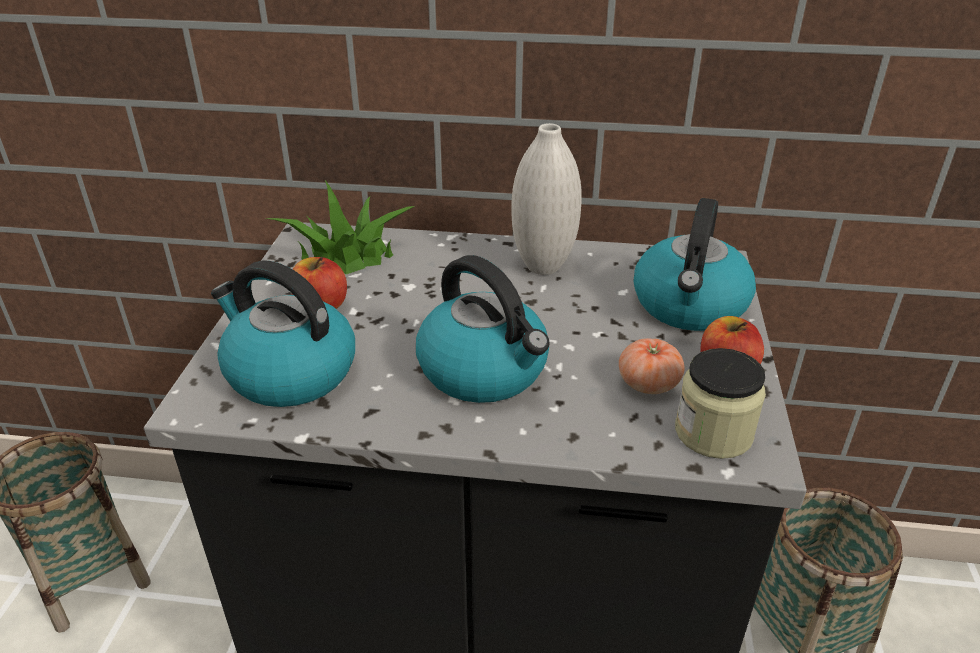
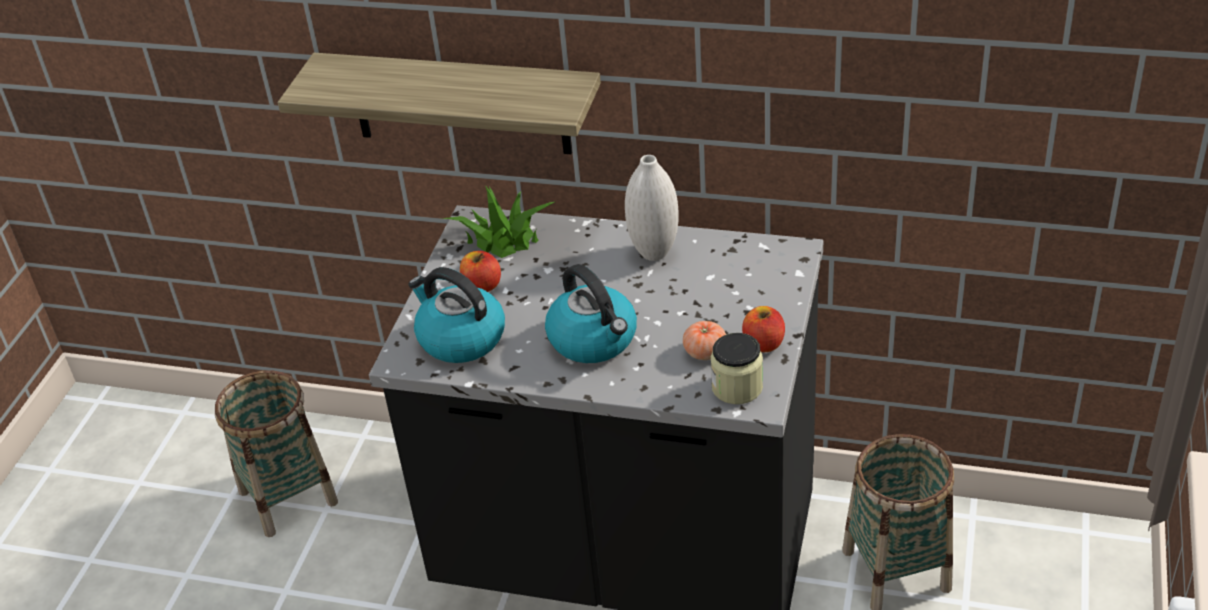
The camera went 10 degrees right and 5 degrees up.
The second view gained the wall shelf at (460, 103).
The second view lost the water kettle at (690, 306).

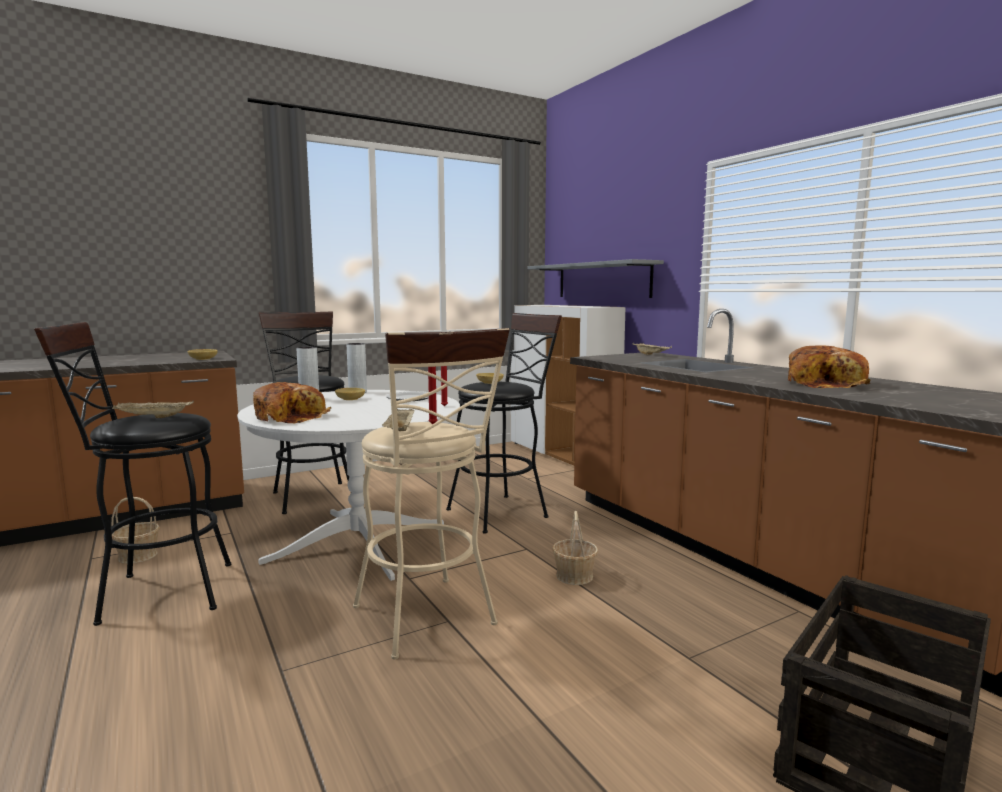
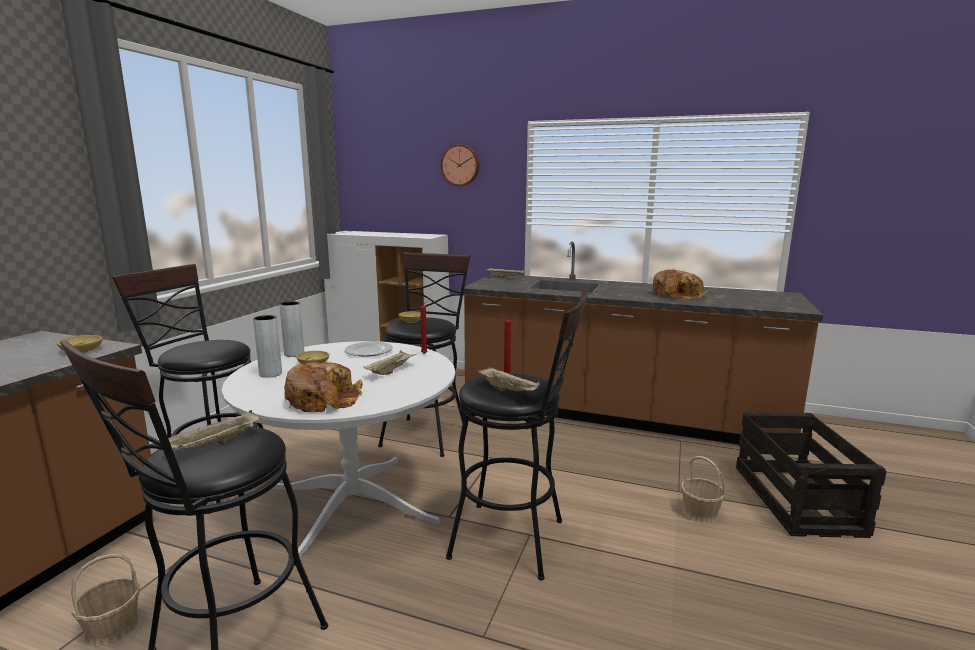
The camera went 40 degrees left and 5 degrees up.
The second view gained the sand-coloured tray at (391, 371).
The second view gained the hanging clock at (460, 165).
What was the sand-coloured sitting stool at (429, 620) turned into the blackish sitting stool at (518, 540).
The basket ended up elsewhere, having gone from (574, 576) to (700, 513).
The second view lost the grey wall shelf at (602, 280).

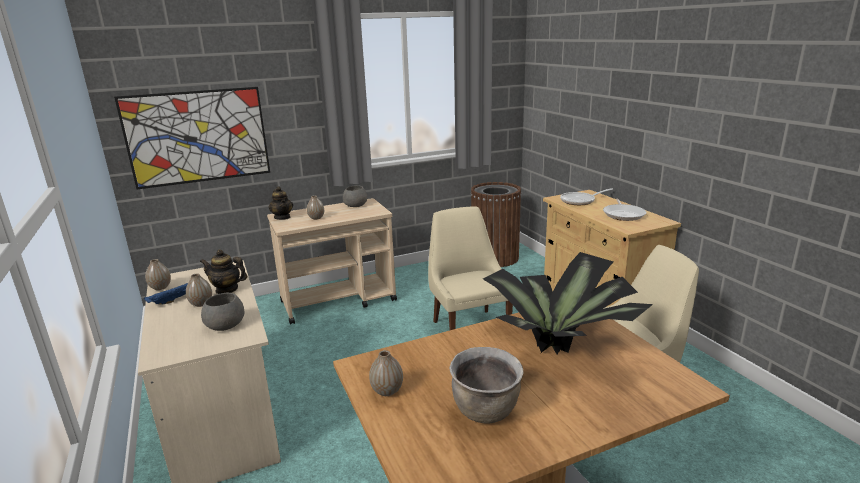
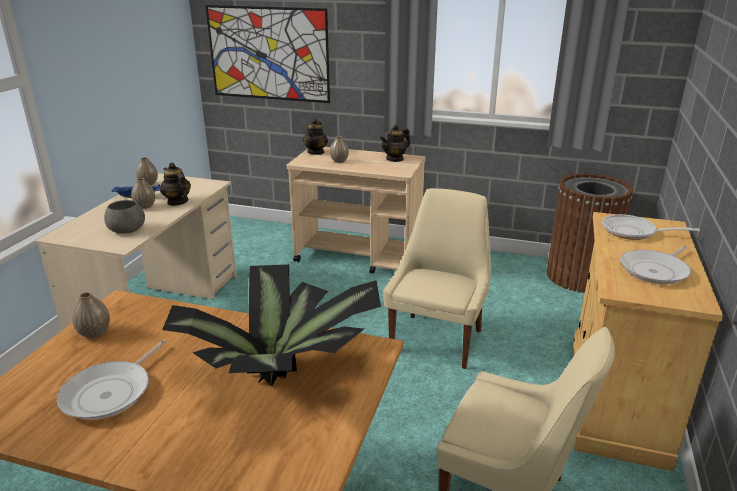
The camera went 40 degrees right and 5 degrees up.
Where the brown saucepot stood at (486, 411), the pan came to stand at (111, 392).
Where the grey bowl stood at (355, 205), the pot for tea came to stand at (395, 159).

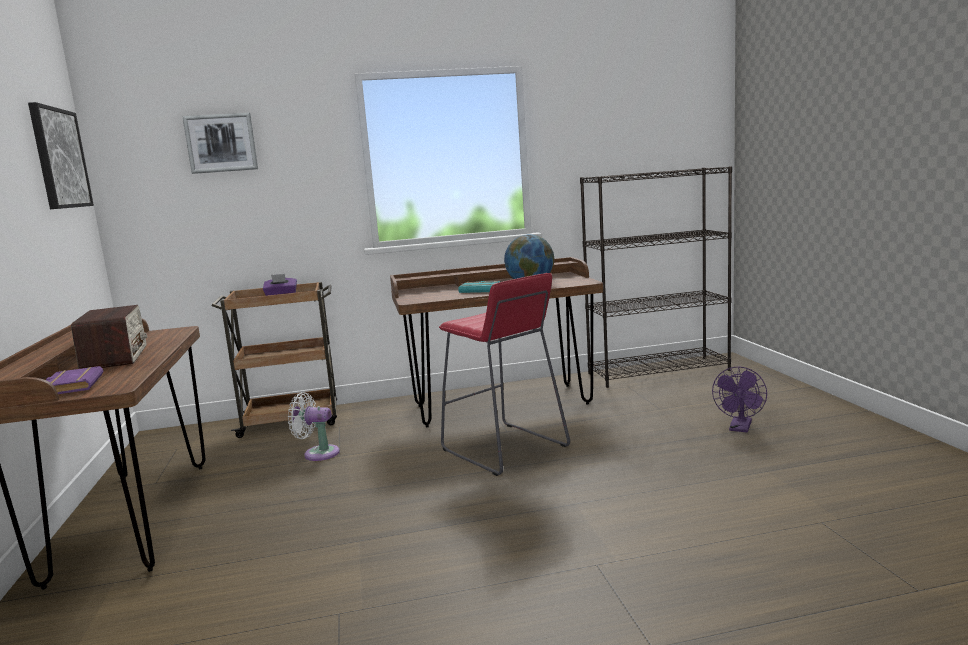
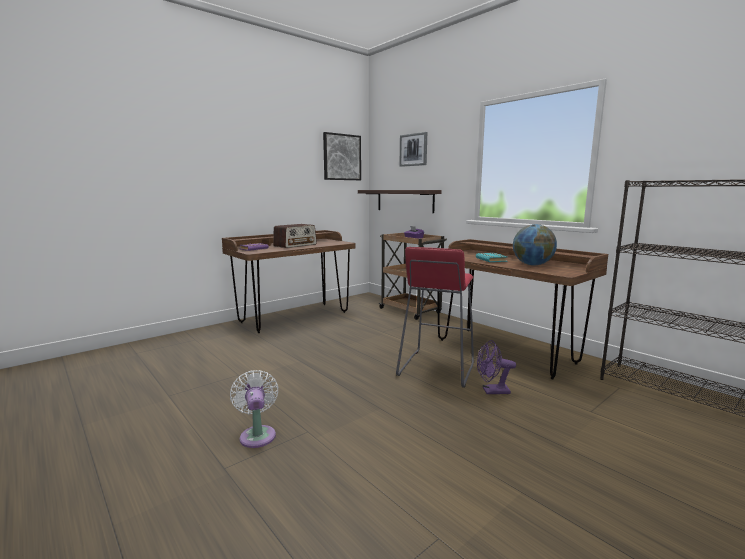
The camera went 60 degrees right and 0 degrees up.
The white-coloured fan ended up elsewhere, having gone from (318, 453) to (257, 434).
The second view gained the wall shelf at (404, 200).
The purple-coloured fan ended up elsewhere, having gone from (740, 428) to (492, 391).

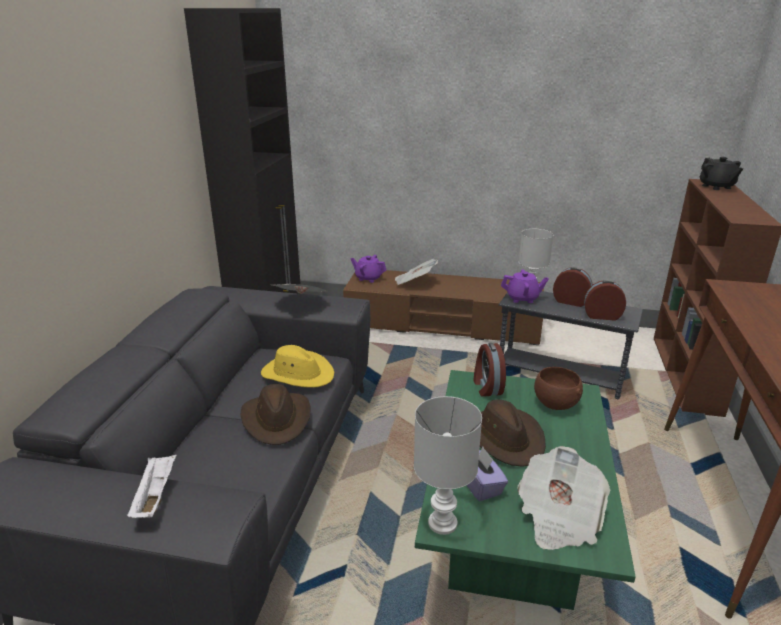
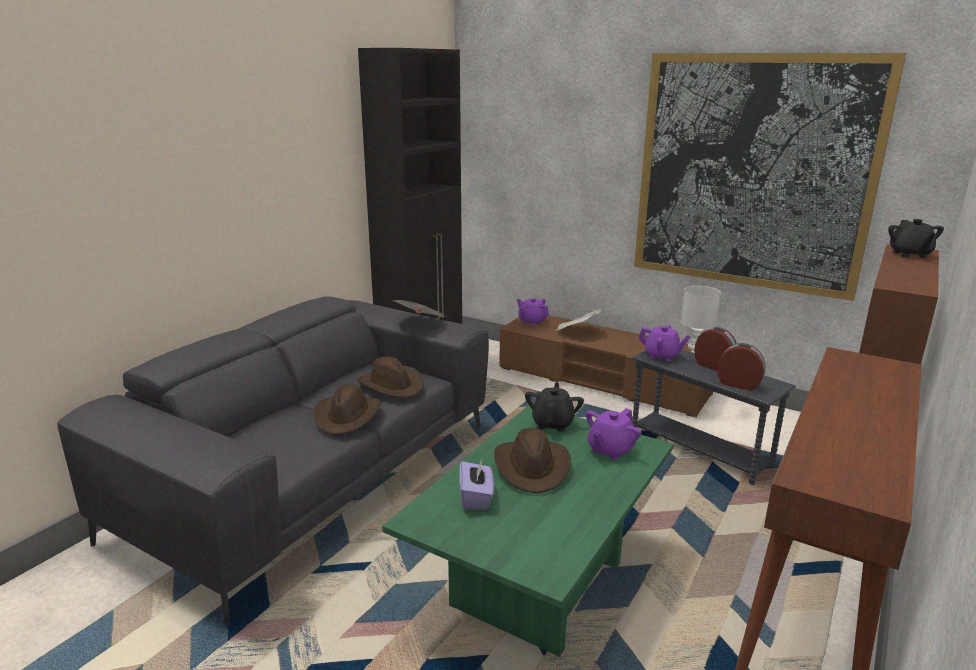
The camera went 20 degrees right and 5 degrees down.
What was the yellow wearable hat at (298, 374) turned into the brown wearable hat at (392, 385).
Where the alarm clock stood at (487, 387), the blackish pot for tea came to stand at (553, 423).
Where the brown bowl stood at (555, 404), the purple-coloured pot for tea came to stand at (610, 450).
The second view gained the wall art at (753, 173).
The second view lost the white-coloured tray at (155, 496).
The second view lost the white-coloured lamp for a table at (443, 522).
The second view lost the daily paper at (558, 517).

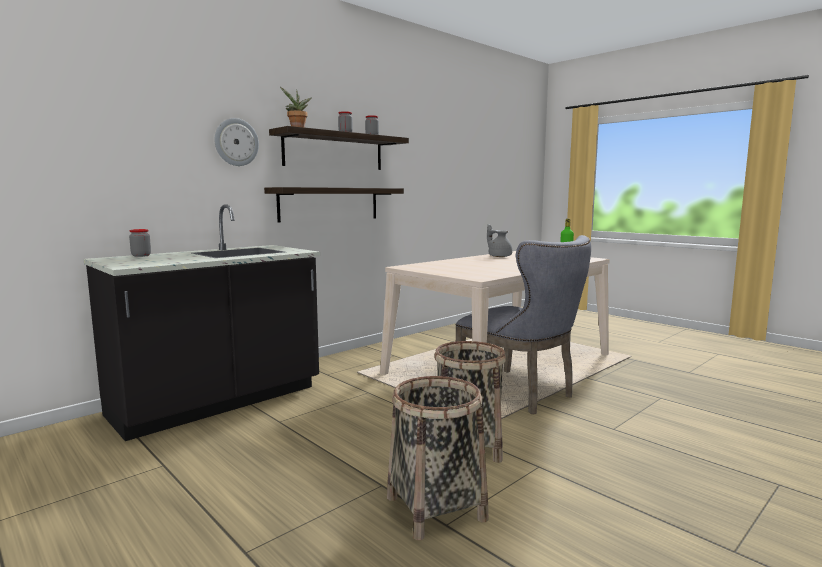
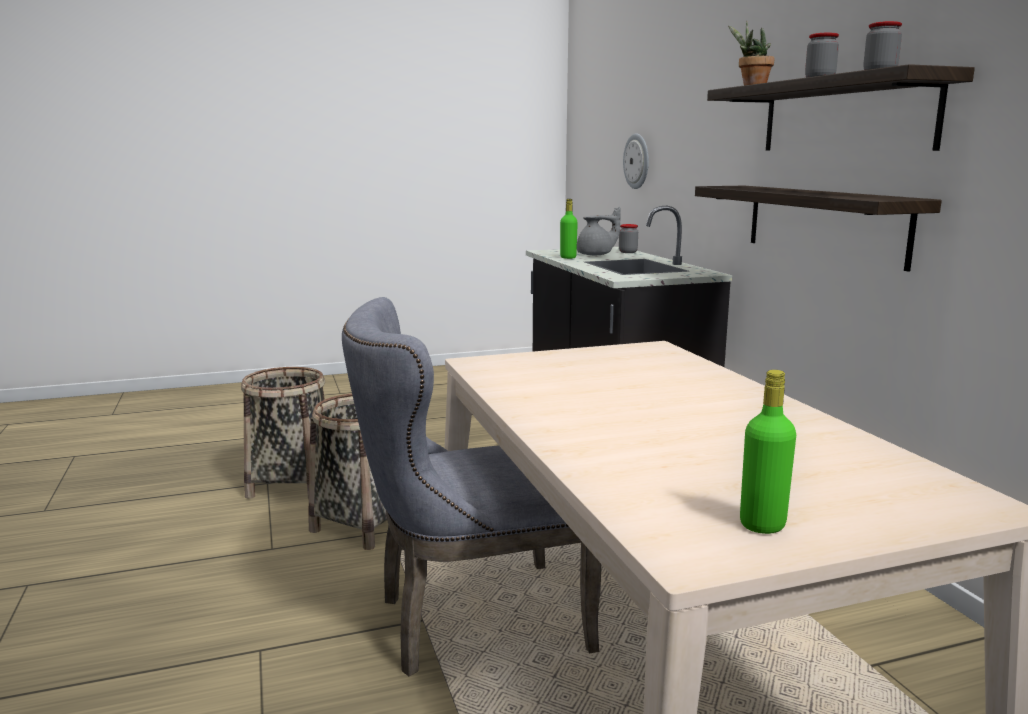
The camera went 115 degrees right and 5 degrees up.
The second view gained the green-coloured beverage bottle at (568, 257).
The grey pot for tea ended up elsewhere, having gone from (499, 256) to (596, 255).
The hanging clock ended up elsewhere, having gone from (236, 142) to (637, 161).

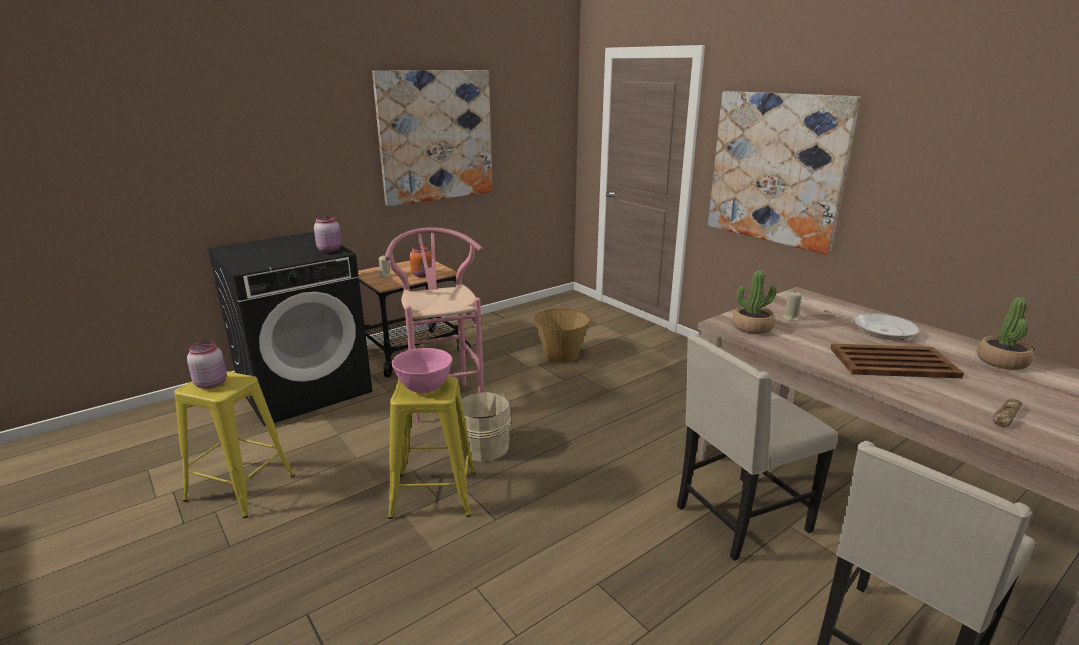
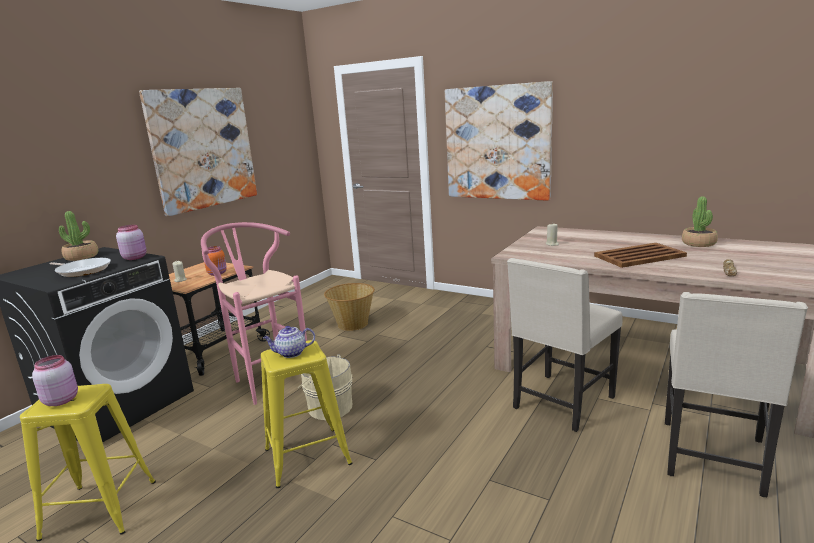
The camera went 20 degrees left and 5 degrees down.
The pan ended up elsewhere, having gone from (879, 330) to (82, 270).
The houseplant ended up elsewhere, having gone from (752, 327) to (82, 257).
Where the pink bowl stood at (424, 387), the pot for tea came to stand at (291, 353).

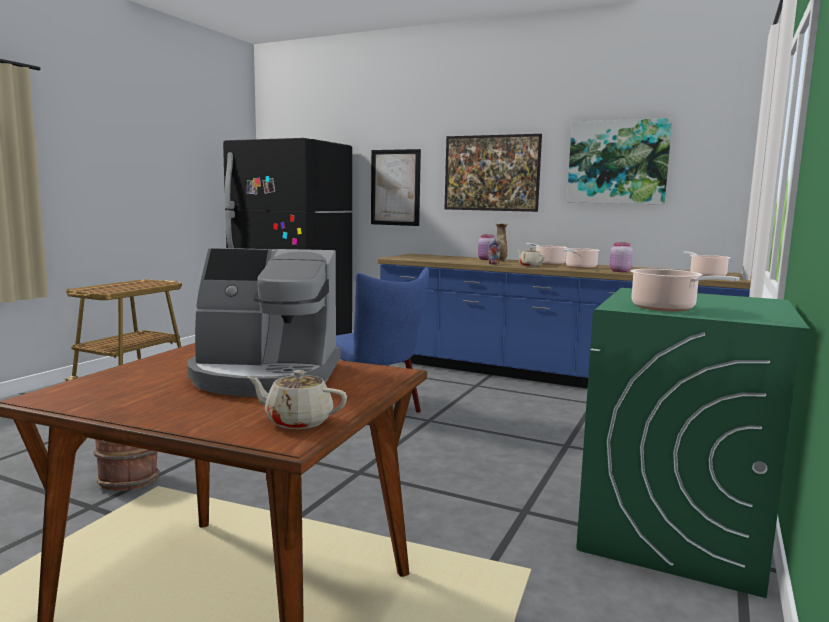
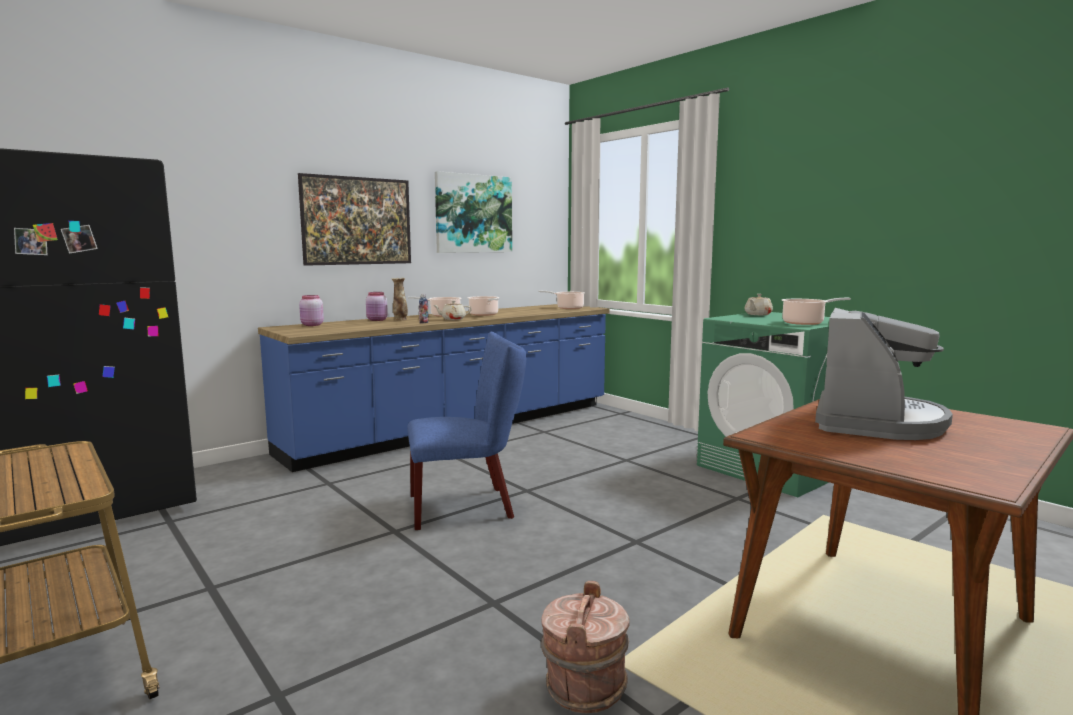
The camera went 65 degrees left and 0 degrees up.
The pink storage jar ended up elsewhere, having gone from (619, 271) to (311, 325).
The sand-coloured pot for tea ended up elsewhere, having gone from (297, 421) to (757, 314).
The second view lost the wall art at (395, 187).

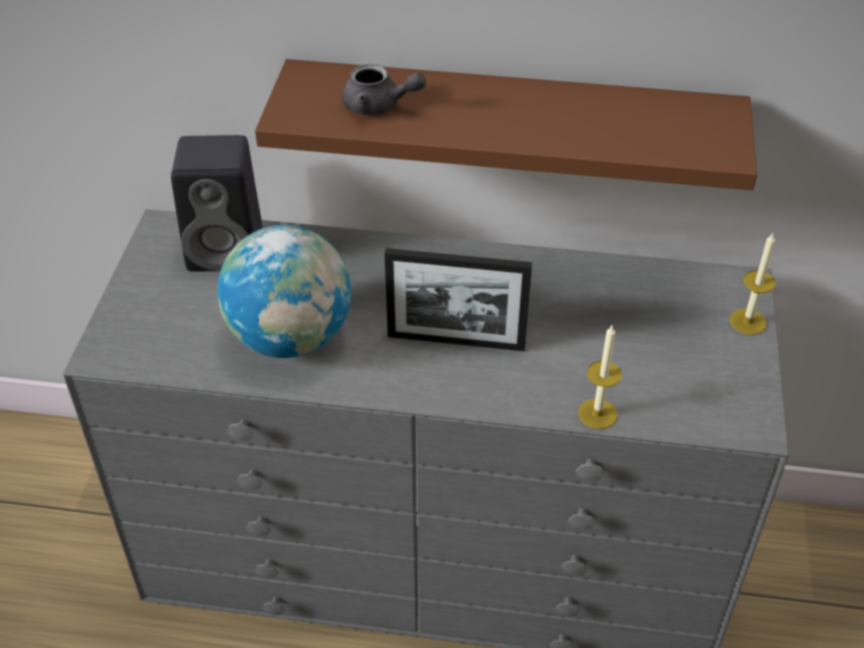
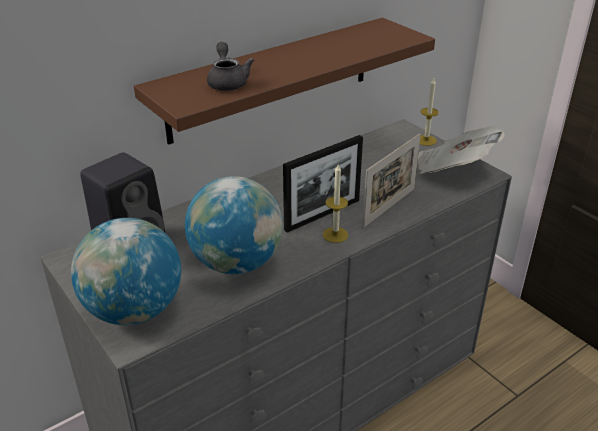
The camera went 45 degrees left and 10 degrees down.
The second view gained the world globe at (134, 310).
The grey pot for tea at (379, 106) ended up facing another way, 75 degrees counterclockwise from before.
The wax light ended up elsewhere, having gone from (597, 413) to (335, 235).
The second view gained the standing frame at (389, 207).
The second view gained the daily paper at (452, 169).

